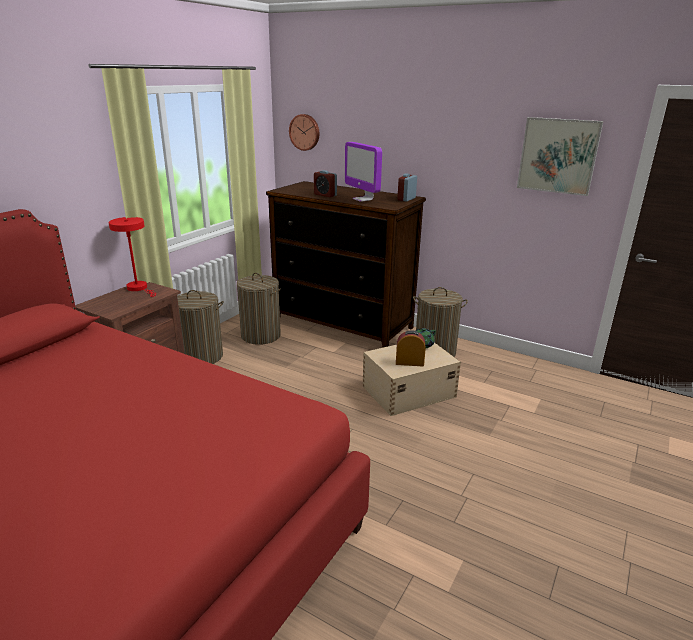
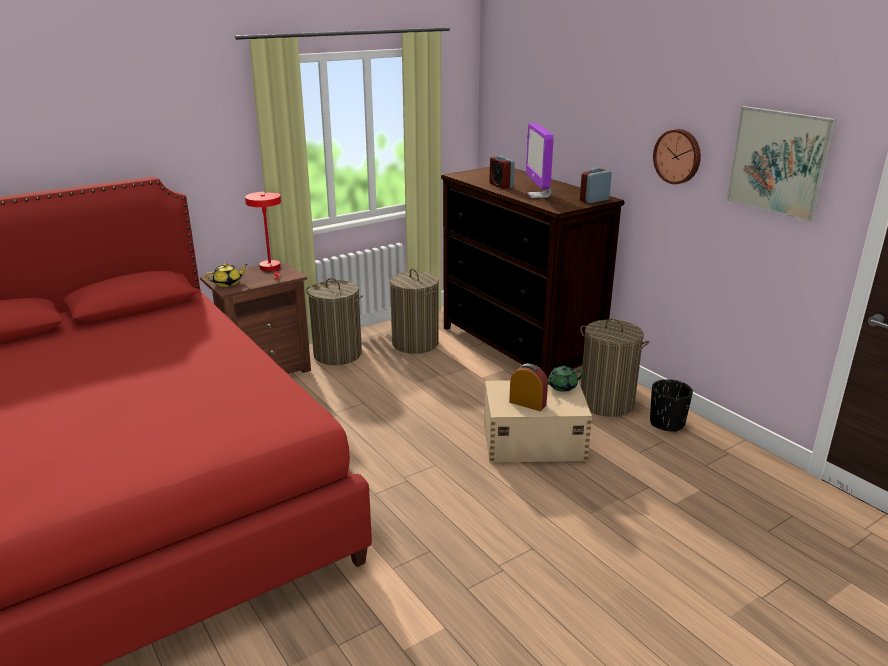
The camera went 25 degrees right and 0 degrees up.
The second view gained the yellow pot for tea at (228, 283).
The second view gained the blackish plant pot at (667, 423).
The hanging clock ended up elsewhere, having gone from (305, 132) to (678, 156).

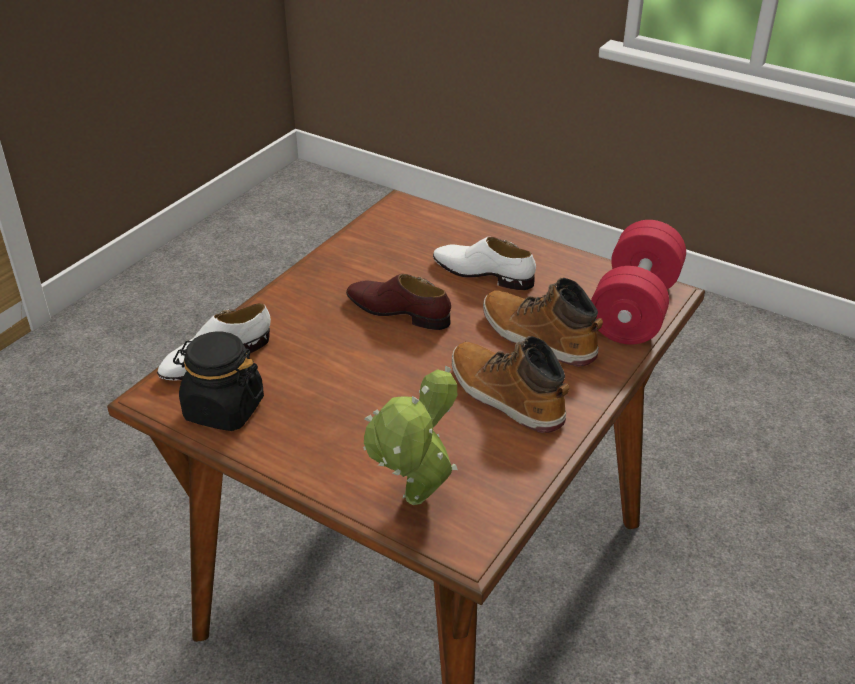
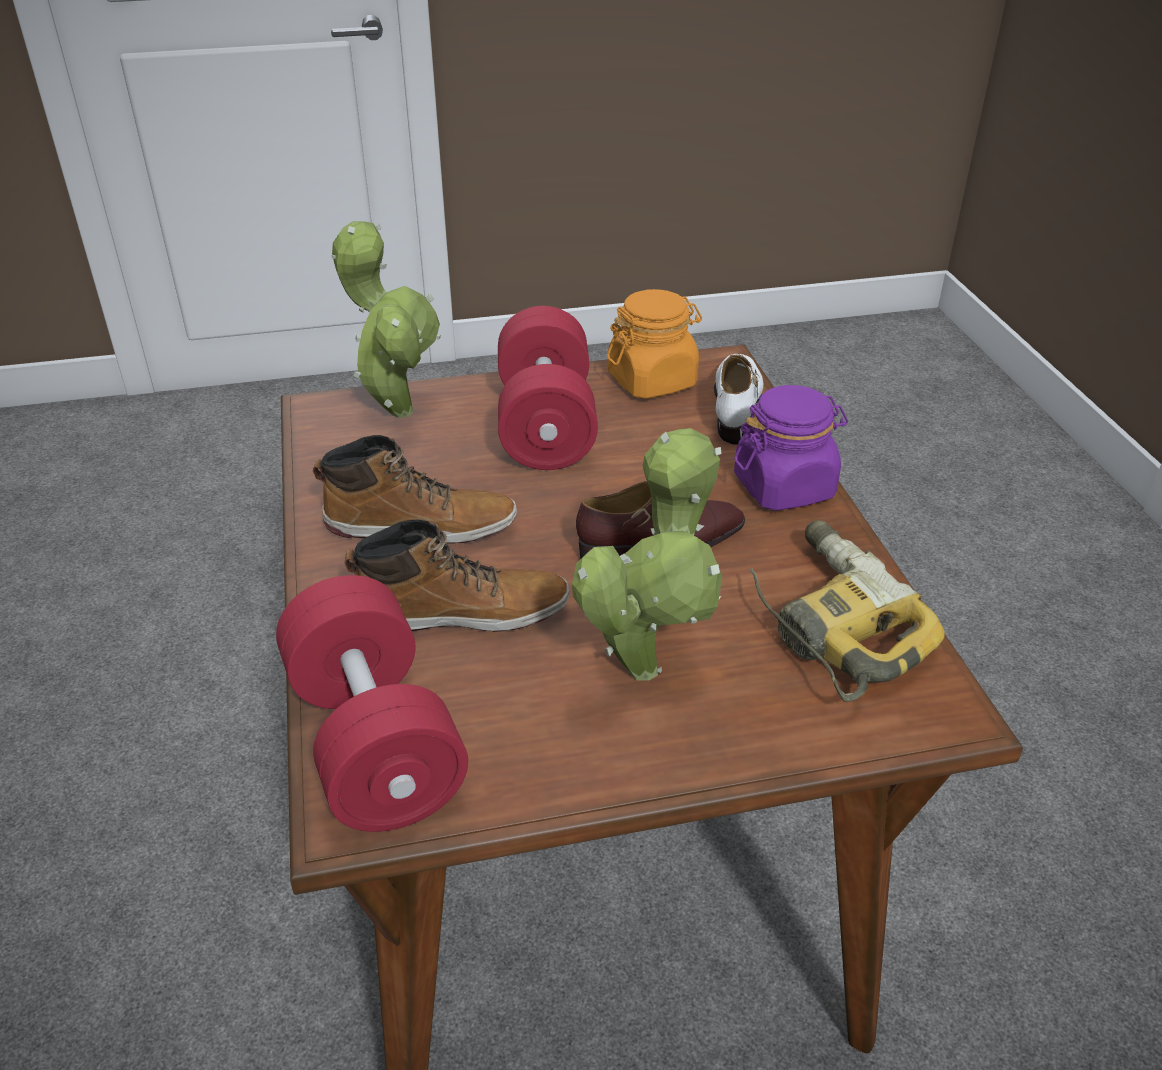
The camera went 135 degrees right and 0 degrees up.
The second view gained the reddish dumbbell at (546, 425).
Where the white-coloured low shoe stood at (483, 273), the houseplant came to stand at (647, 661).
What was the blackish storage jar at (223, 409) turned into the orange-coloured storage jar at (652, 381).
The second view gained the purple-coloured storage jar at (784, 487).
The second view gained the electric drill at (829, 623).

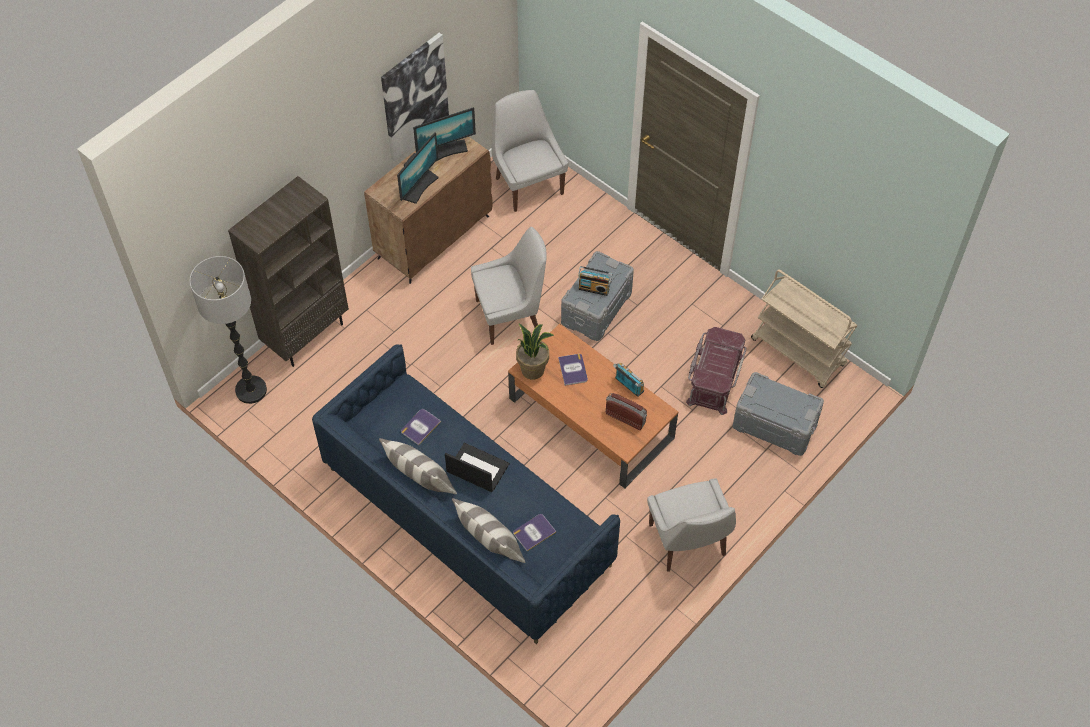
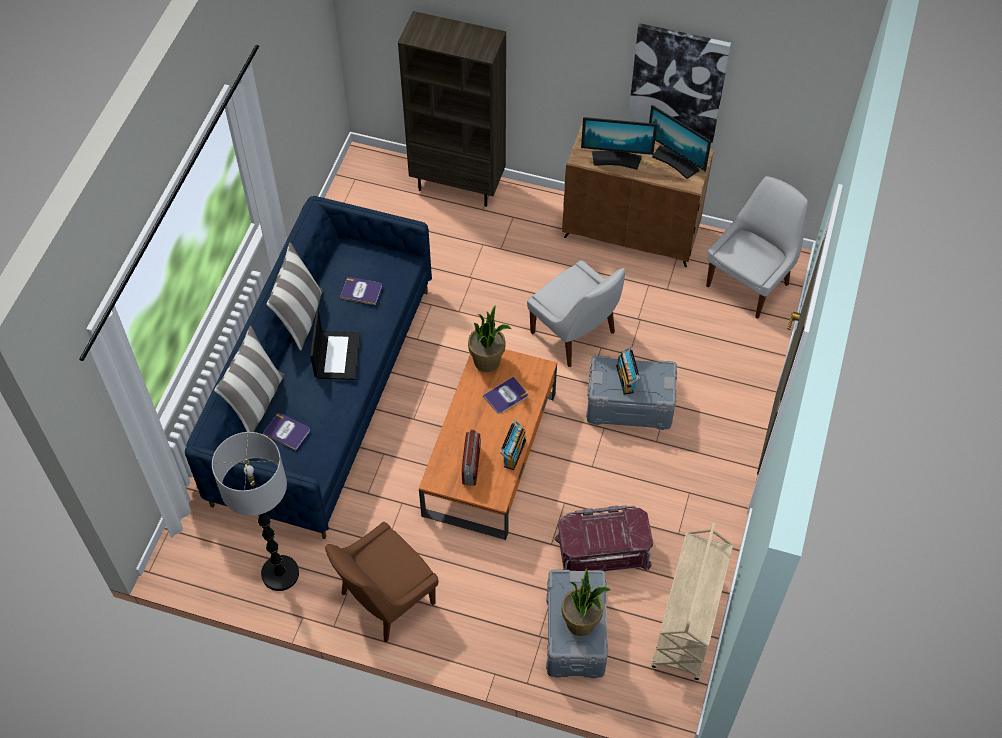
The camera went 65 degrees right and 0 degrees up.
The floor lamp ended up elsewhere, having gone from (251, 390) to (280, 574).
What was the white-coloured chair at (688, 542) turned into the brown chair at (384, 600).
The second view gained the houseplant at (581, 623).

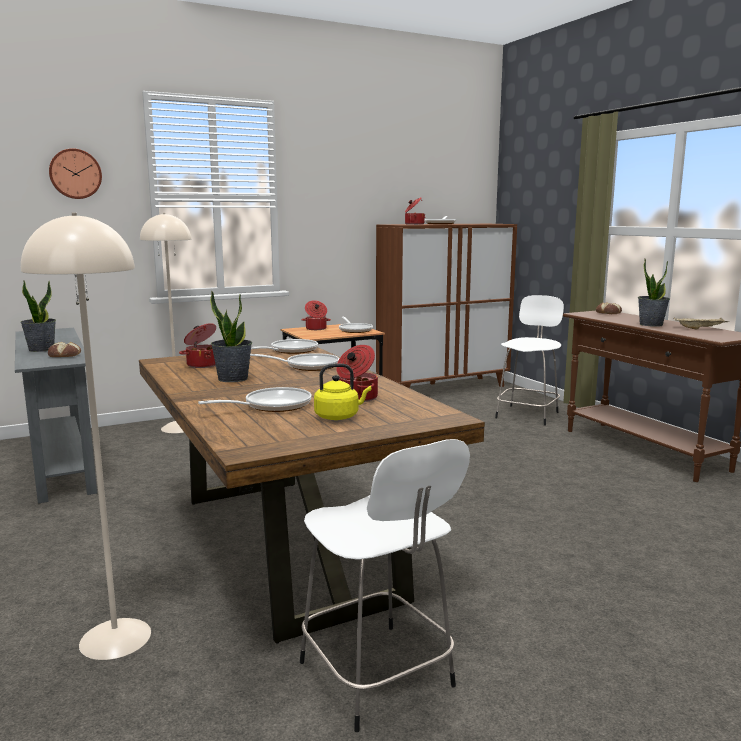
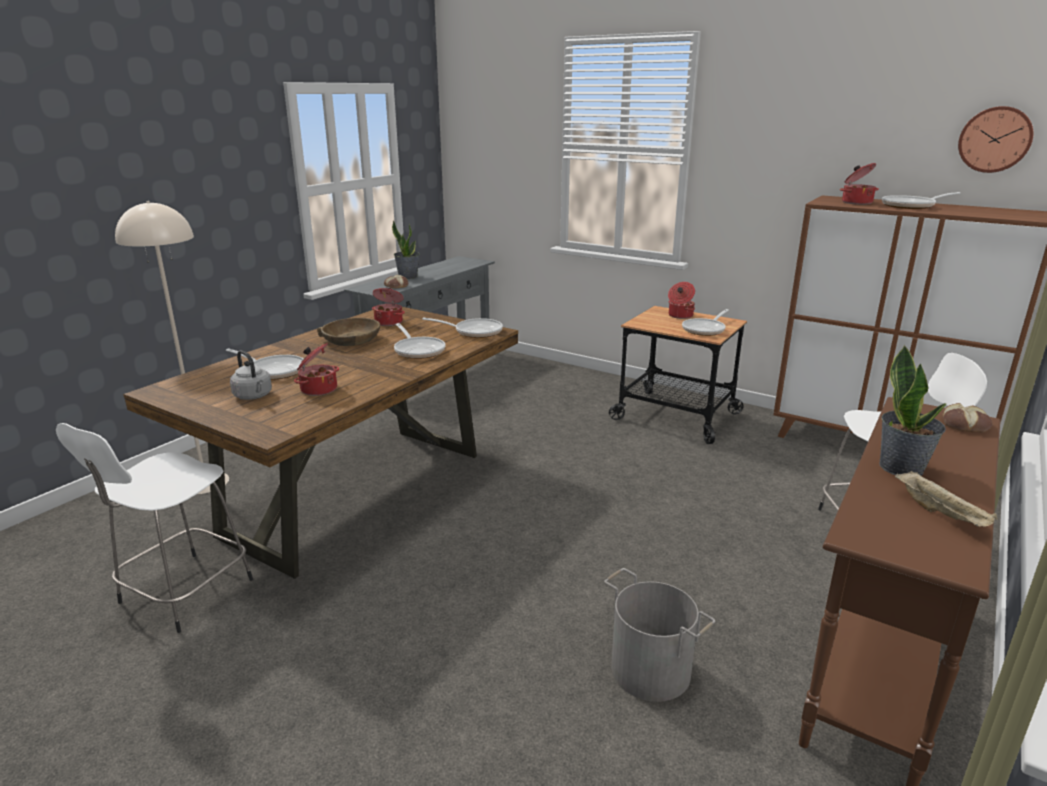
The camera went 60 degrees right and 10 degrees up.
What was the yellow water kettle at (339, 416) turned into the grey water kettle at (254, 396).
Where the houseplant stood at (233, 378), the brown bowl came to stand at (351, 340).
The second view gained the grey bucket at (650, 671).
The hanging clock ended up elsewhere, having gone from (75, 174) to (995, 139).
The second view lost the sand-coloured floor lamp at (179, 427).

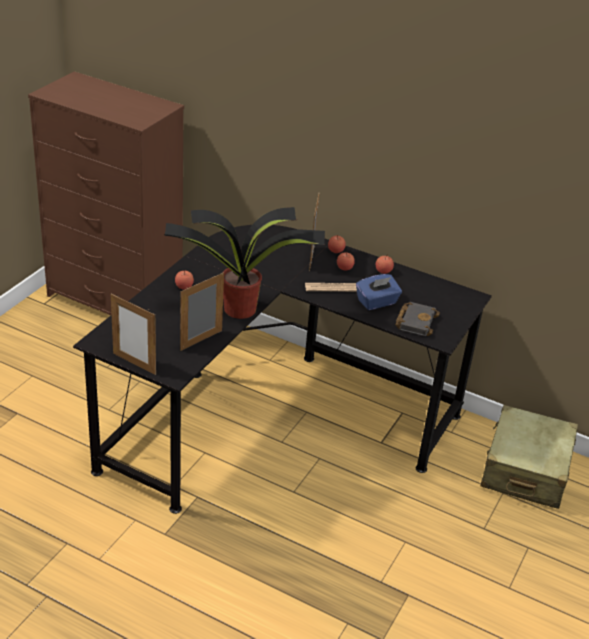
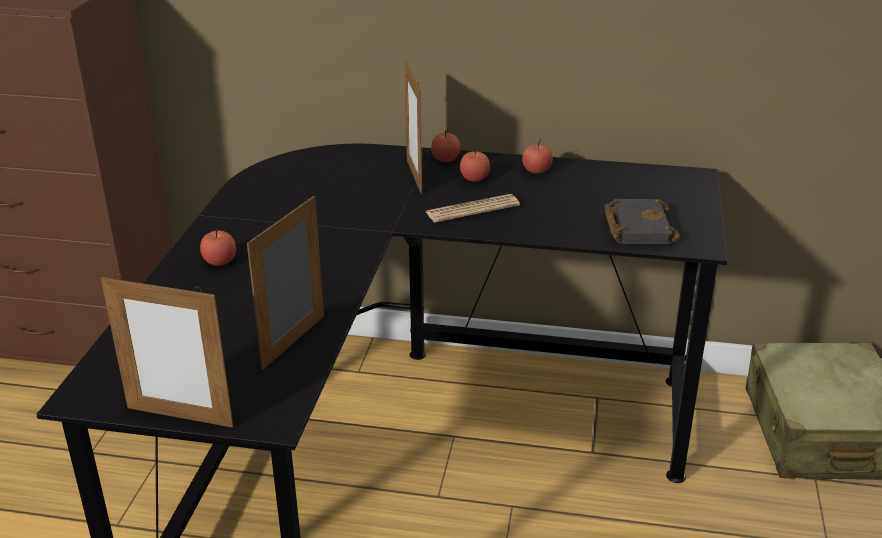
The camera went 15 degrees left and 5 degrees down.
The second view lost the houseplant at (242, 309).
The second view lost the blue-coloured tissue holder at (377, 302).

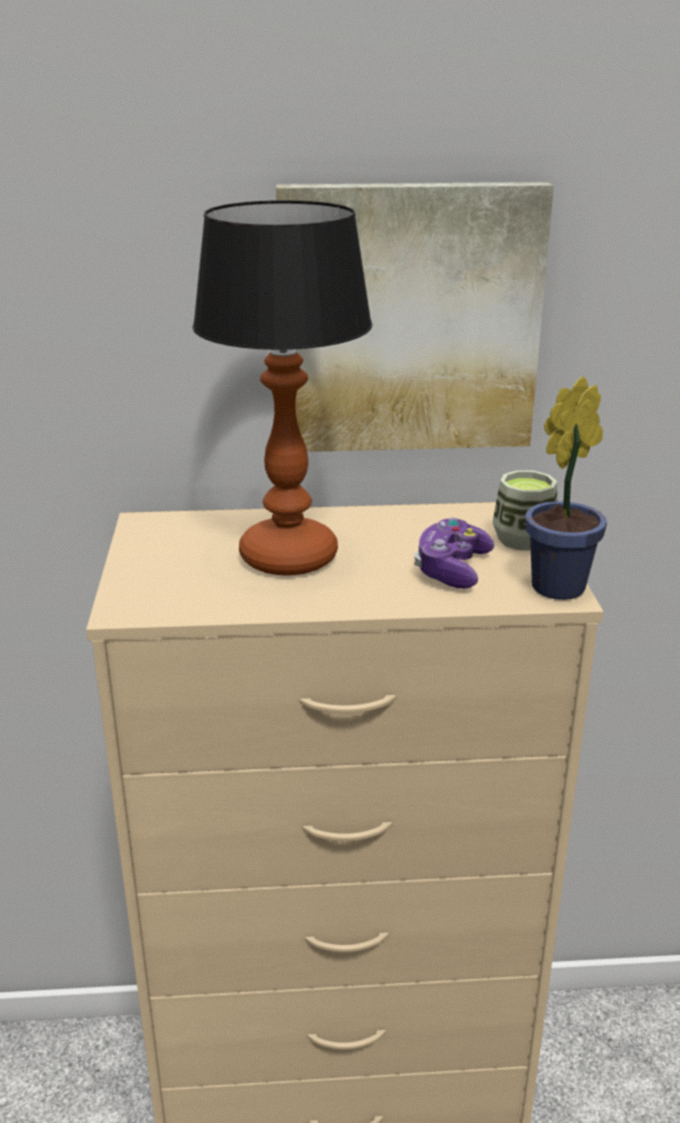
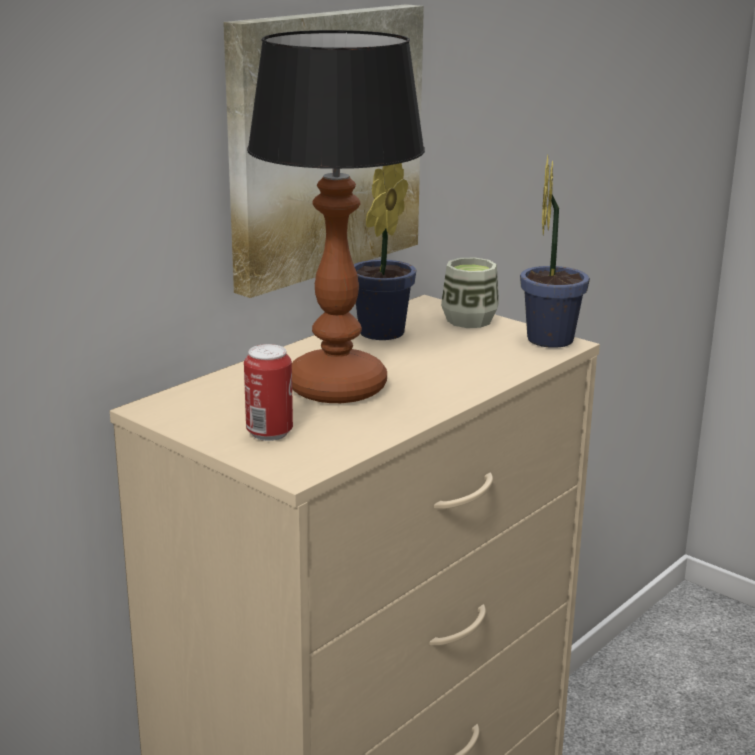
The camera went 45 degrees left and 5 degrees down.
The second view gained the sealed can at (269, 433).
The second view gained the houseplant at (378, 335).
The second view lost the joypad at (452, 569).

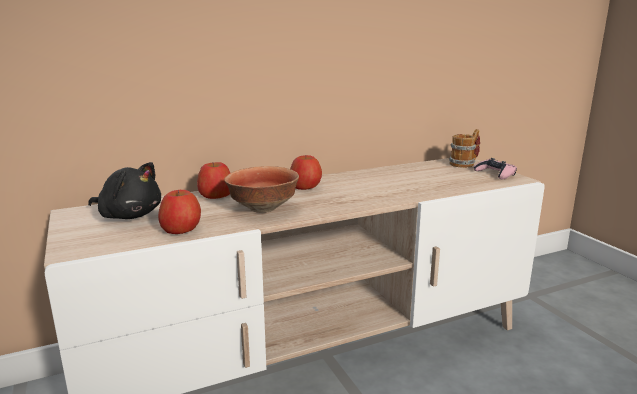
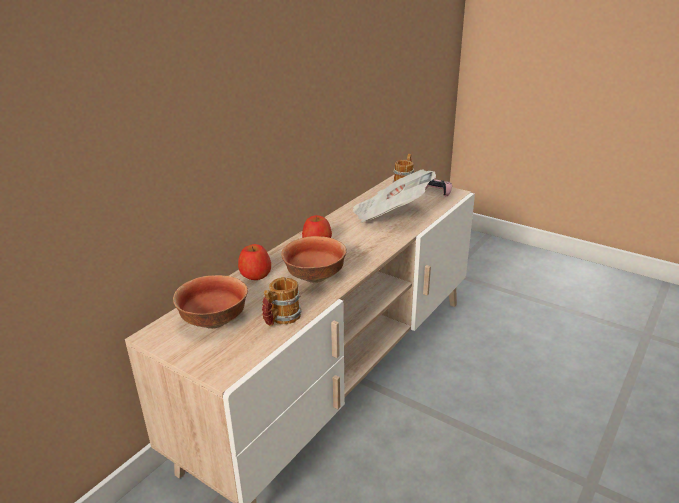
The camera went 30 degrees left and 10 degrees up.
Where the blackish plush toy stood at (129, 215), the bowl came to stand at (214, 320).
Where the apple stood at (181, 229), the coffee mug came to stand at (281, 319).
The second view gained the daily paper at (390, 215).

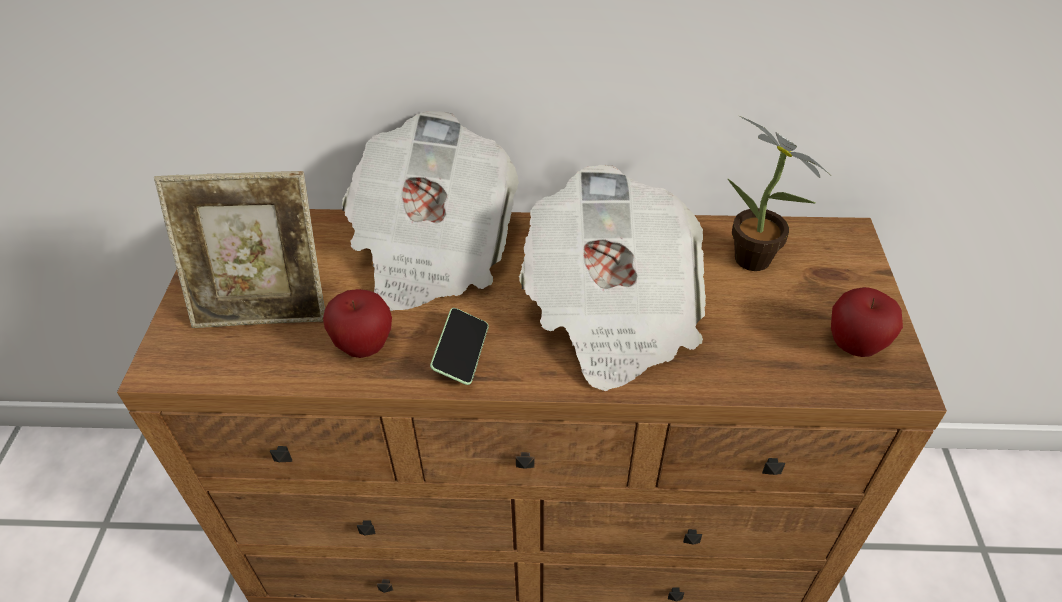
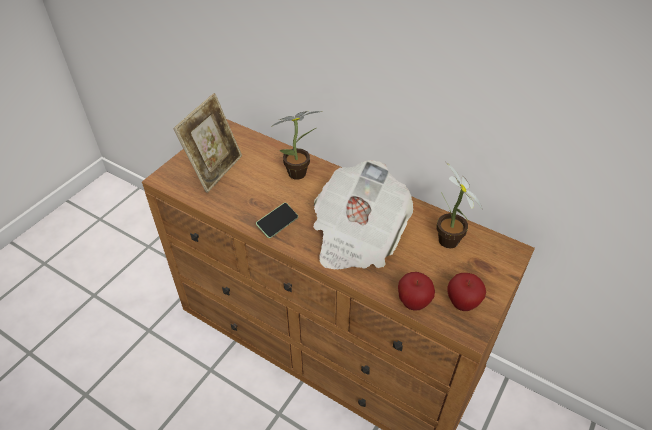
The camera went 30 degrees right and 0 degrees up.
The standing frame at (264, 306) ended up facing another way, 90 degrees counterclockwise from before.
Where the daily paper stood at (432, 249), the houseplant came to stand at (300, 173).
The apple ended up elsewhere, having gone from (364, 346) to (413, 303).

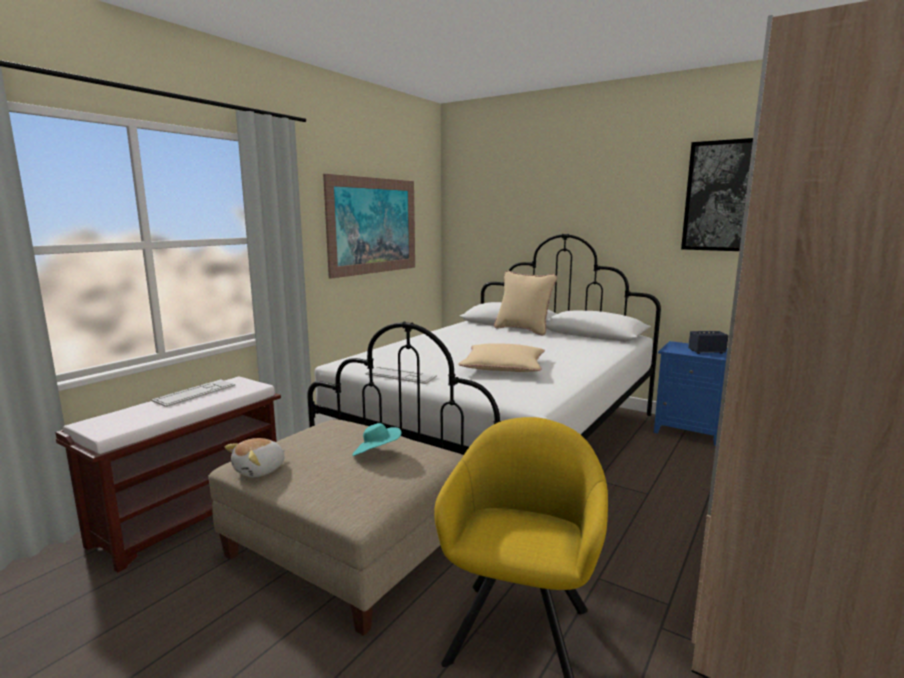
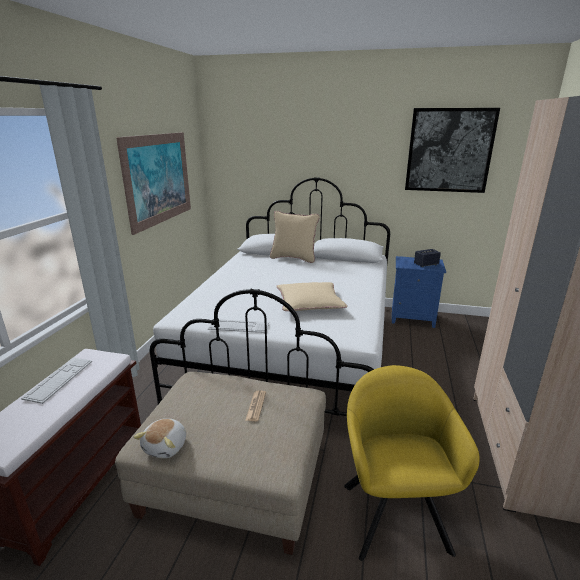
The camera went 20 degrees left and 10 degrees up.
Where the turquoise-coloured wearable hat stood at (376, 454), the daily paper came to stand at (256, 406).

